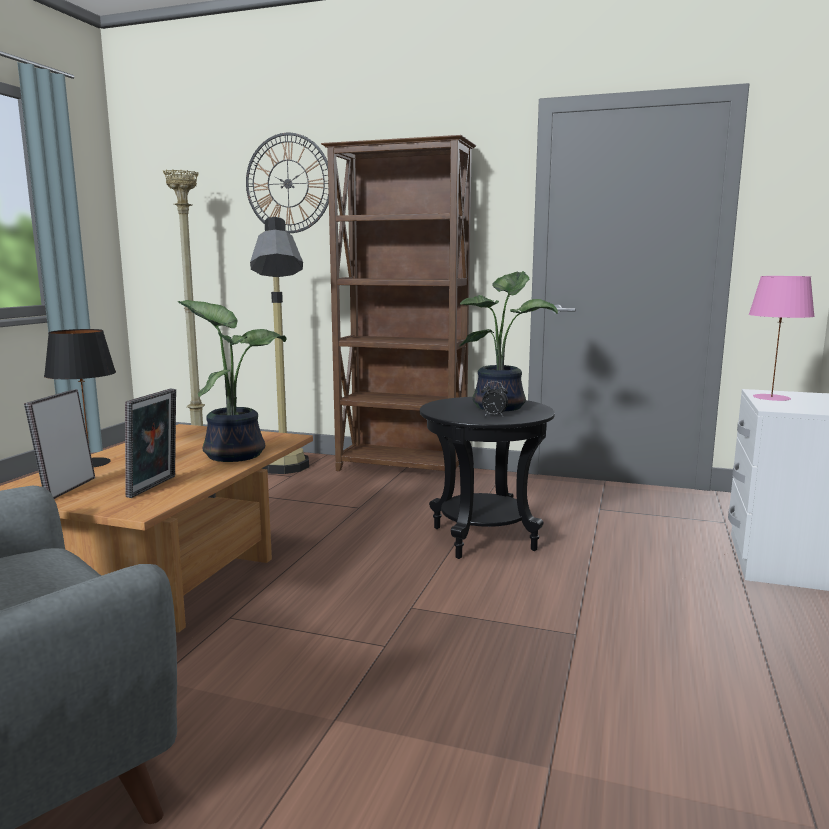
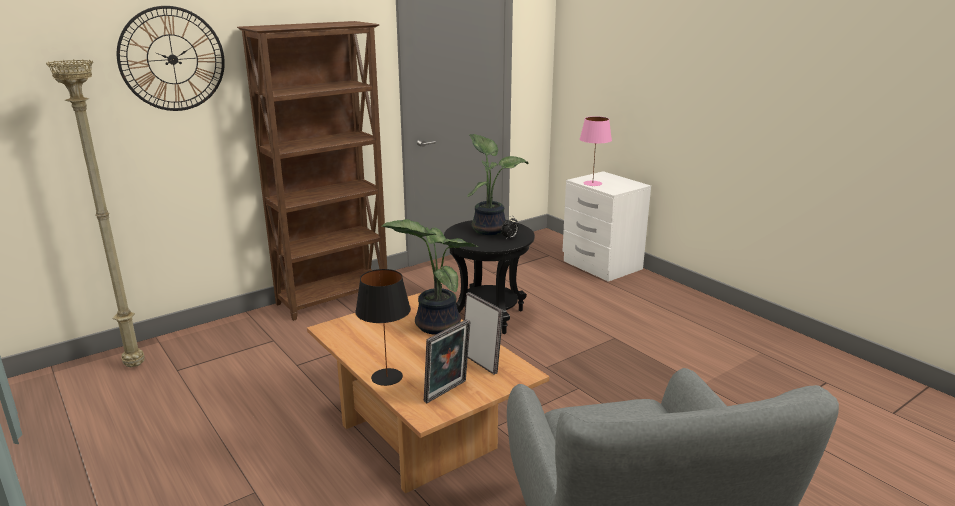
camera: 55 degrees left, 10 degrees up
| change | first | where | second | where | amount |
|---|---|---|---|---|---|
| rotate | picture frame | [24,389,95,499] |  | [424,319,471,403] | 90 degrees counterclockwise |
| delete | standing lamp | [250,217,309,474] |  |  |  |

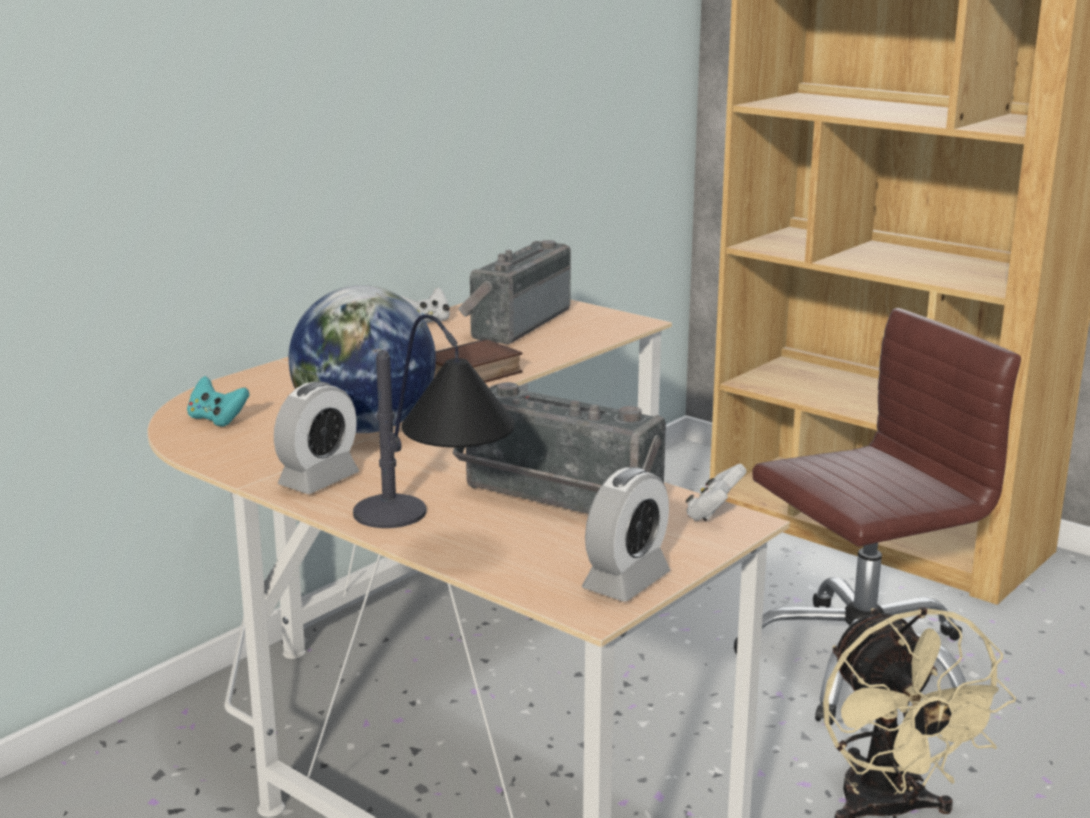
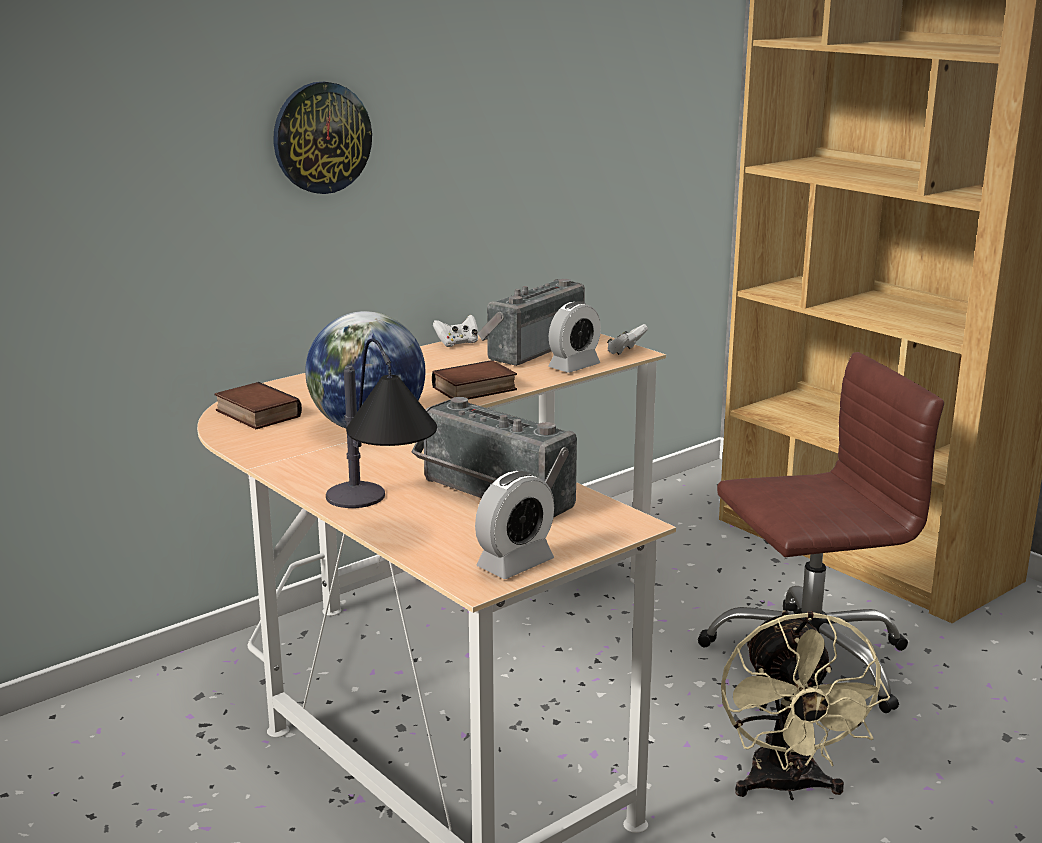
camera: 10 degrees right, 0 degrees up
| change | first | where | second | where | amount |
|---|---|---|---|---|---|
| replace | turquoise-coloured gamepad | [187,376,249,426] | book | [215,382,302,429] |  |
| insert |  |  | hanging clock | [273,82,372,194] |  |
| move | bedside clock | [274,381,359,494] |  | [548,301,601,373] |  |
| move | white-coloured gamepad | [686,464,747,521] |  | [607,324,648,355] |  |

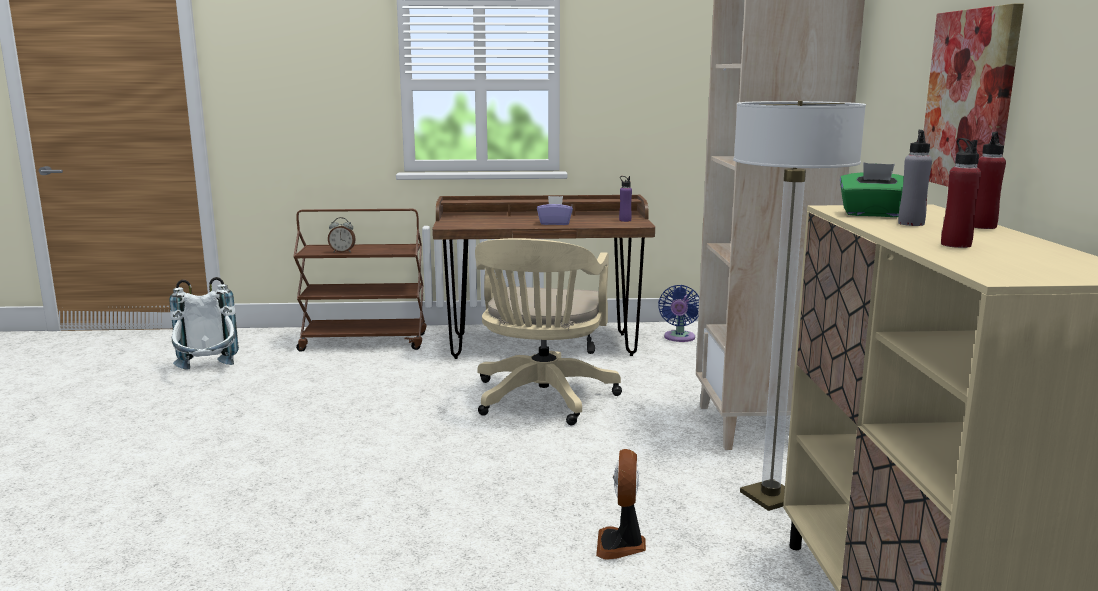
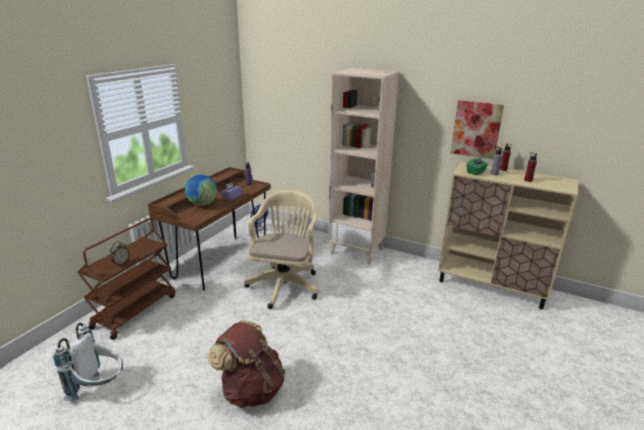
camera: 60 degrees left, 10 degrees up
| change | first | where | second | where | amount |
|---|---|---|---|---|---|
| insert |  |  | desk globe | [185,175,217,206] |  |
| insert |  |  | brownish rucksack | [207,320,286,408] |  |
| rotate | beige-coloured office chair | [475,238,622,425] |  | [244,190,319,309] | 120 degrees counterclockwise |
| delete | cooling fan | [596,449,646,560] |  |  |  |
| delete | standing lamp | [733,101,866,511] |  |  |  |

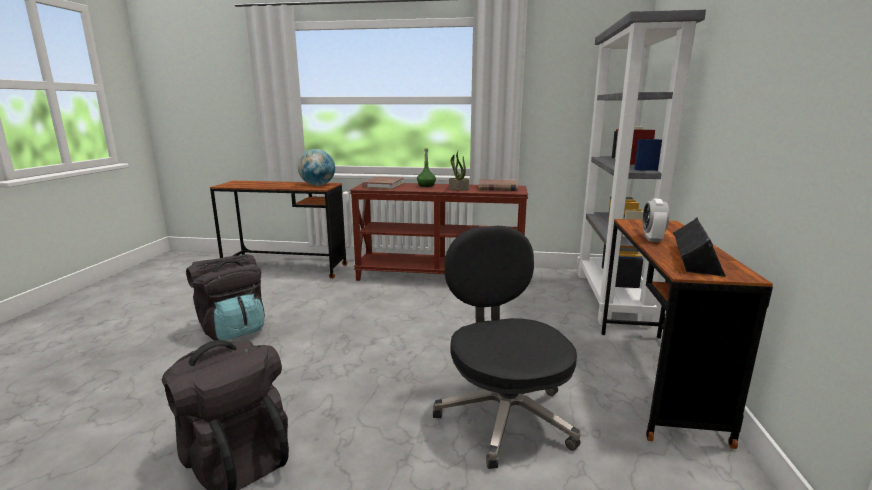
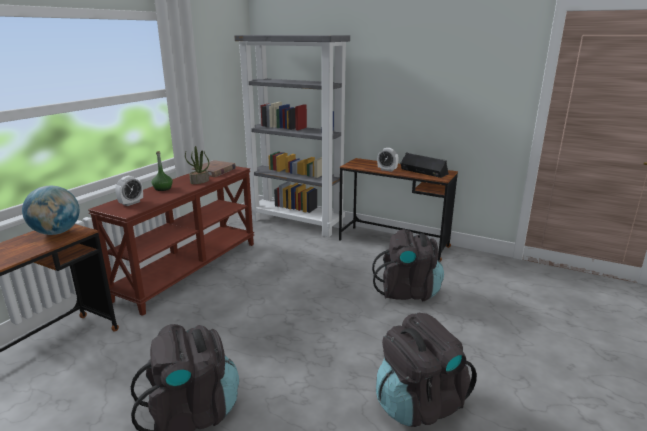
camera: 70 degrees left, 5 degrees up
| change | first | where | second | where | amount |
|---|---|---|---|---|---|
| replace | brownish book | [362,177,404,190] | bedside clock | [115,176,143,206] |  |
| replace | black office chair | [433,226,581,469] | black rucksack | [372,229,444,301] |  |

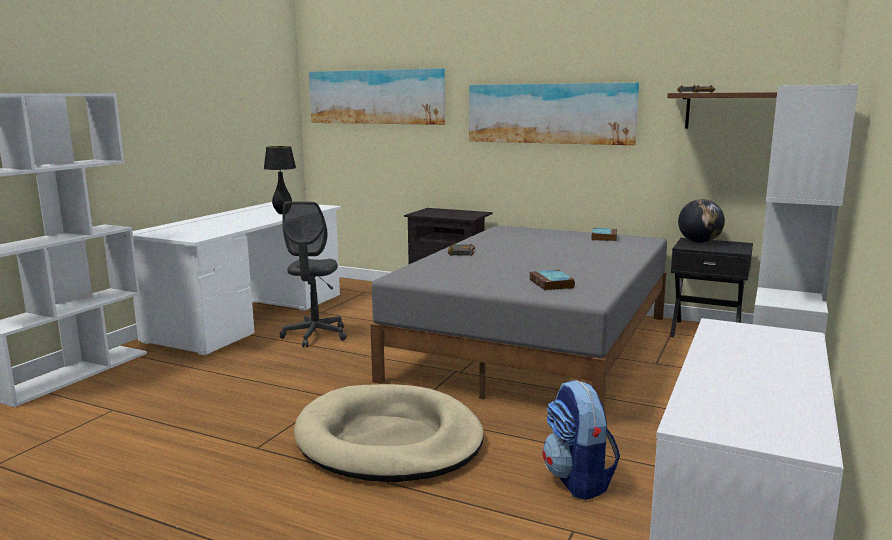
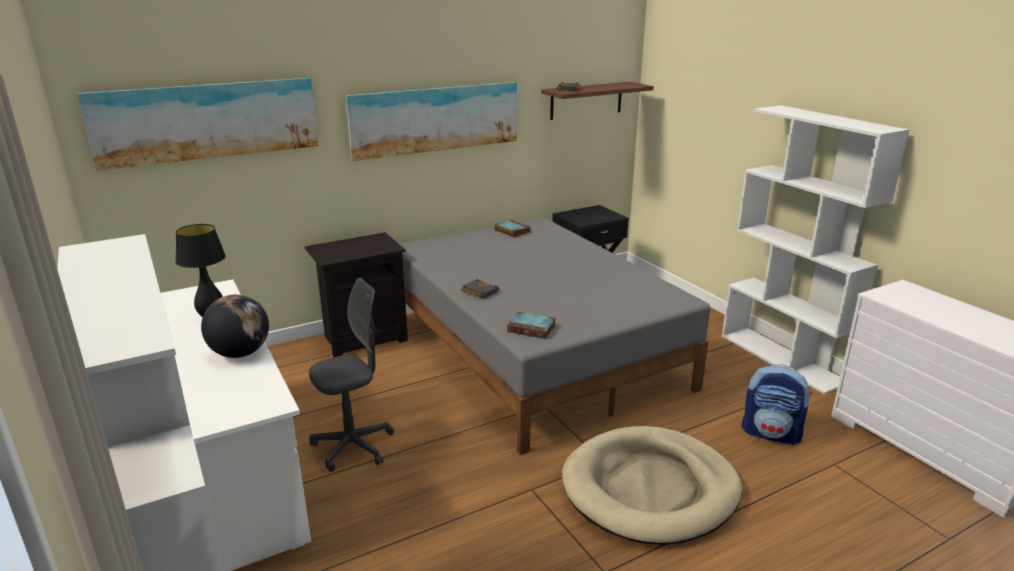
camera: 55 degrees left, 10 degrees up
| change | first | where | second | where | amount |
|---|---|---|---|---|---|
| move | desk globe | [678,199,725,243] |  | [201,295,269,358] |  |
| rotate | greyish office chair | [280,201,347,348] |  | [309,278,394,472] | 75 degrees counterclockwise |
| move | book | [530,270,575,291] |  | [507,312,556,339] |  |

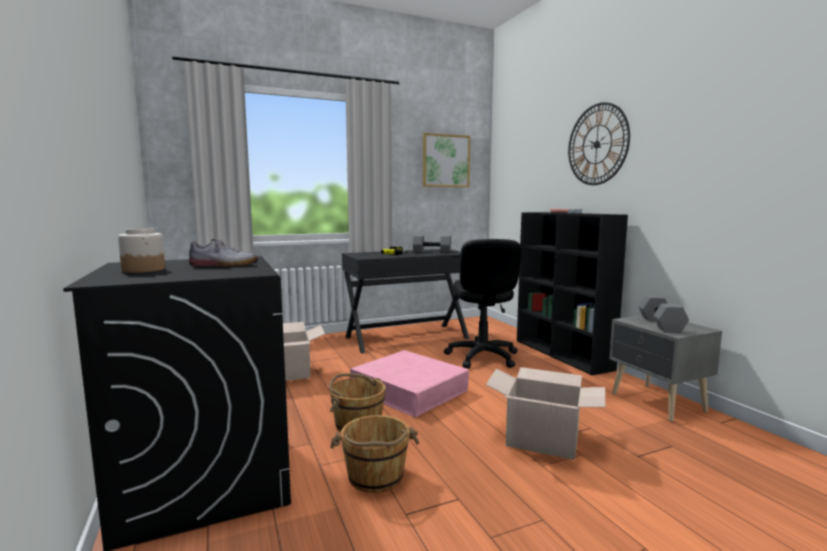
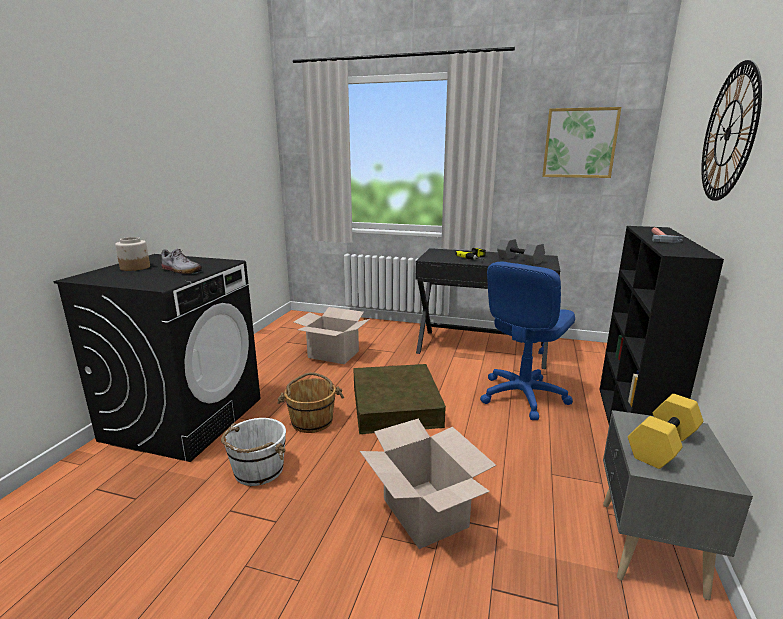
camera: 40 degrees right, 10 degrees up
| change | first | where | second | where | amount |
|---|---|---|---|---|---|
| recolor | brownish water bucket | [330,415,419,493] | white-coloured water bucket | [221,418,286,486] |  |
| recolor | pink-coloured storage box | [350,350,469,417] | brownish storage box | [353,364,446,434] |  |
| recolor | black office chair | [444,239,522,369] | bluish office chair | [480,262,575,420] |  |
| recolor | greyish dumbbell | [638,295,689,333] | yellow-coloured dumbbell | [628,394,704,469] |  |

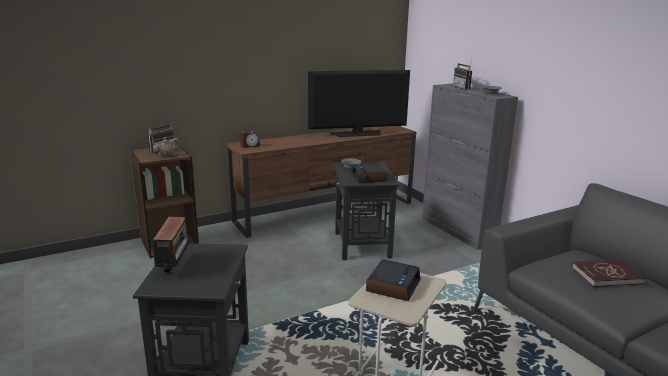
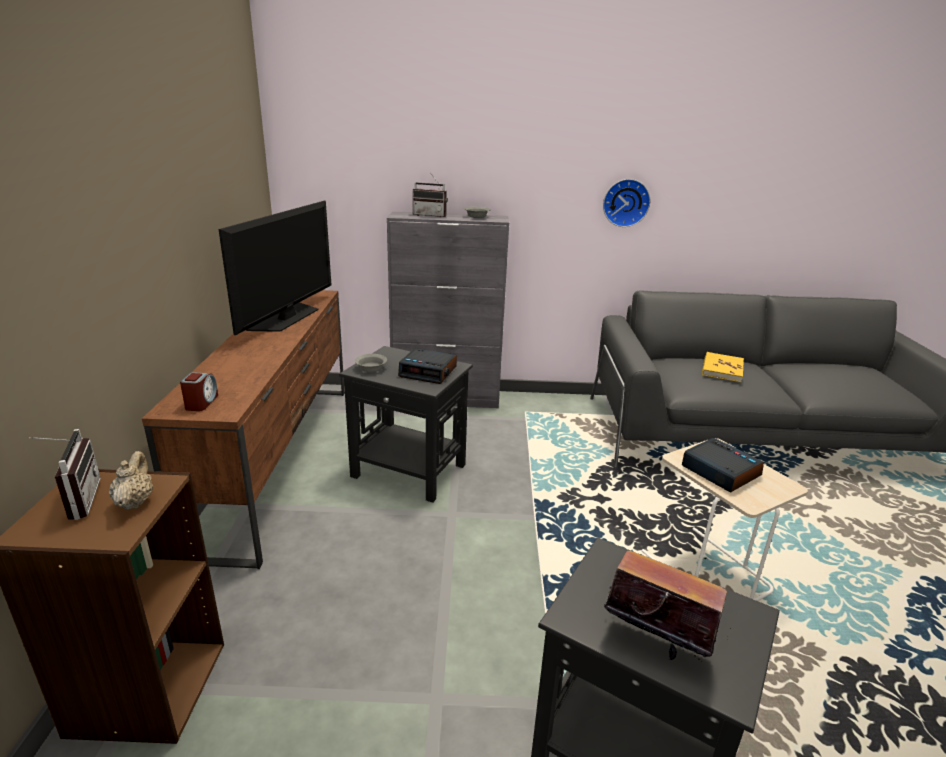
camera: 60 degrees left, 5 degrees up
| change | first | where | second | where | amount |
|---|---|---|---|---|---|
| insert |  |  | hanging clock | [603,179,650,227] |  |
| recolor | red-coloured book | [571,259,645,287] | yellow-coloured book | [702,352,744,382] |  |

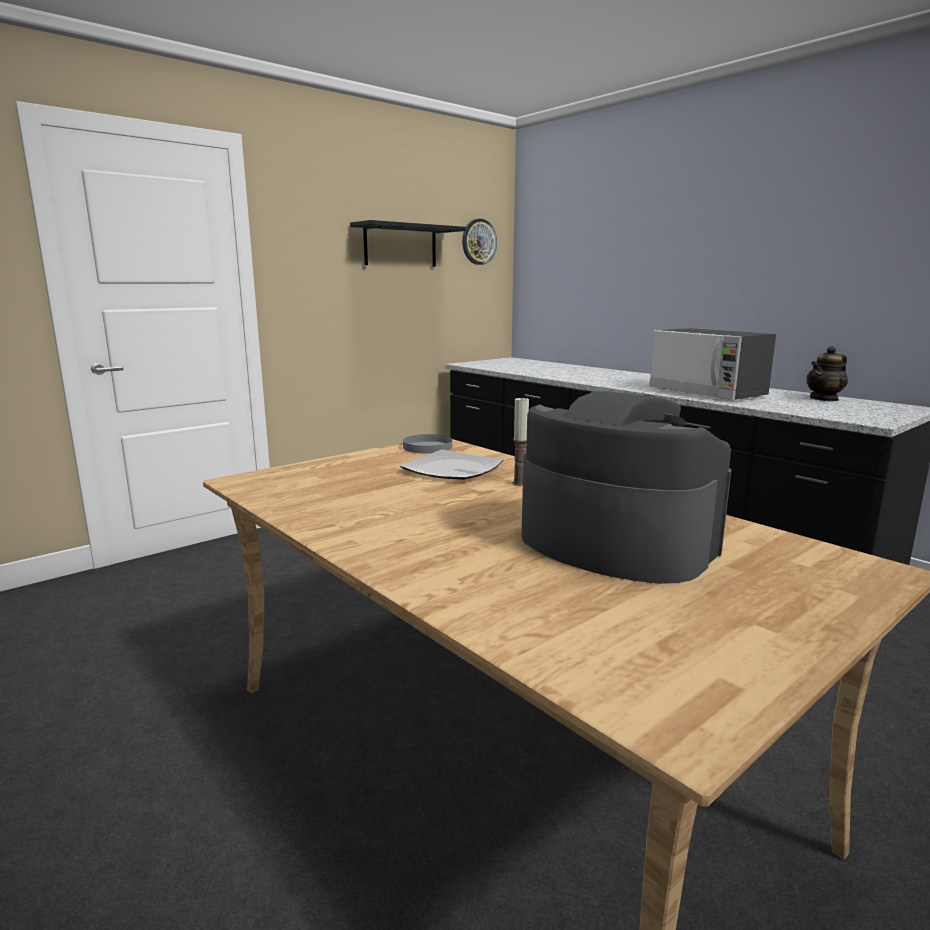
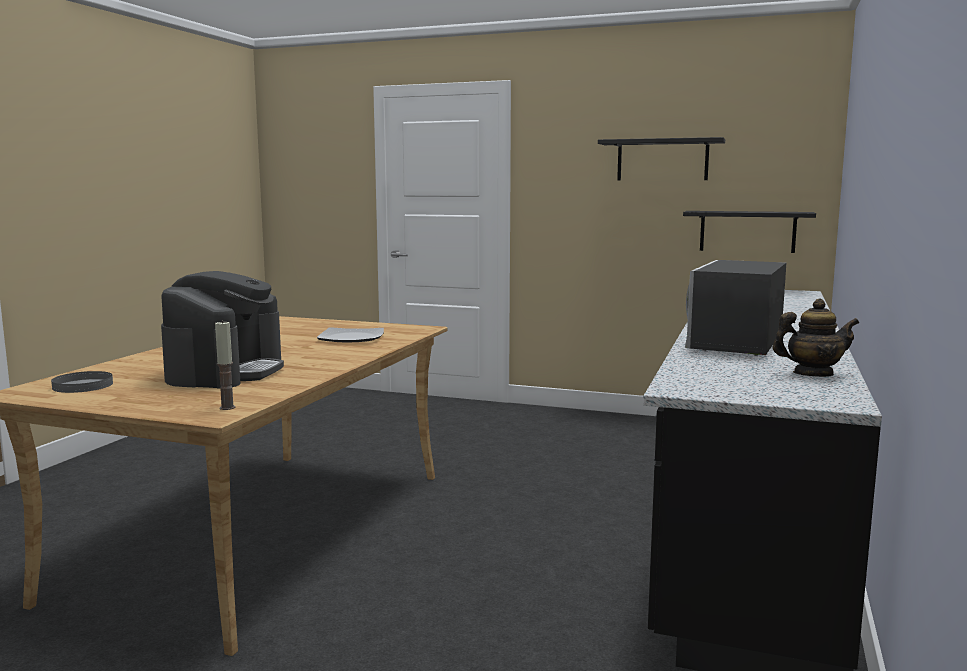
camera: 60 degrees right, 5 degrees down
| change | first | where | second | where | amount |
|---|---|---|---|---|---|
| move | greyish dinner plate | [403,434,452,454] |  | [51,371,113,393] |  |
| move | wax light | [512,396,529,486] |  | [215,320,235,410] |  |
| insert |  |  | black wall shelf | [683,211,816,253] |  |
| rotate | pot for tea | [806,346,848,401] |  | [773,299,860,377] | 150 degrees clockwise |
| delete | hanging clock | [462,219,497,265] |  |  |  |

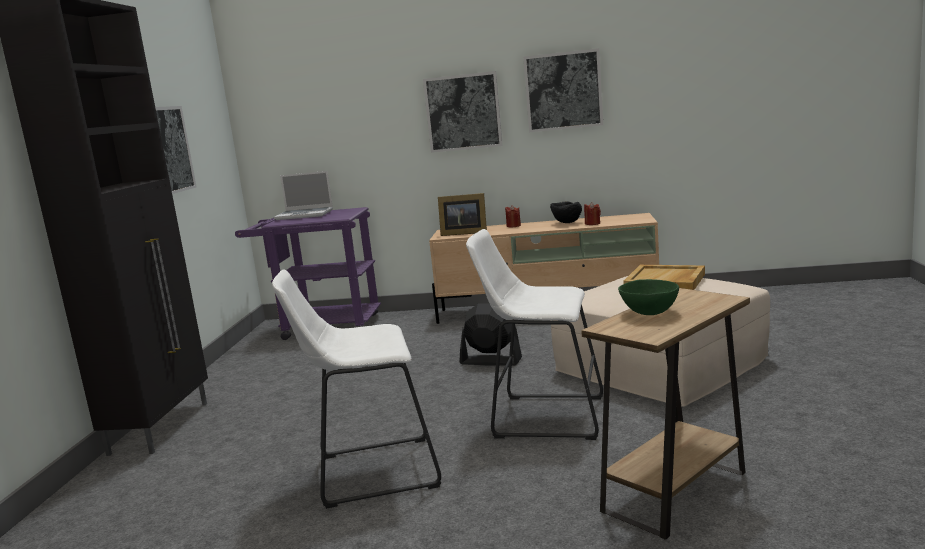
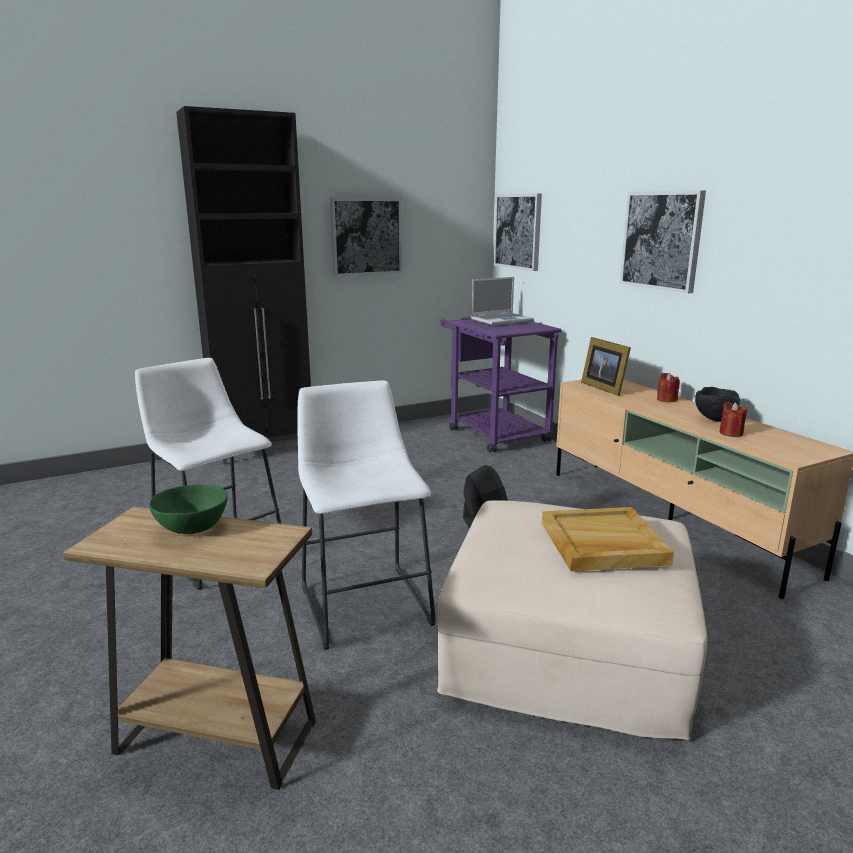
camera: 55 degrees right, 5 degrees up
| change | first | where | second | where | amount |
|---|---|---|---|---|---|
| rotate | laptop | [274,171,333,220] |  | [471,277,534,326] | 90 degrees counterclockwise |
| move | picture | [523,48,603,132] |  | [494,194,542,271] |  |

